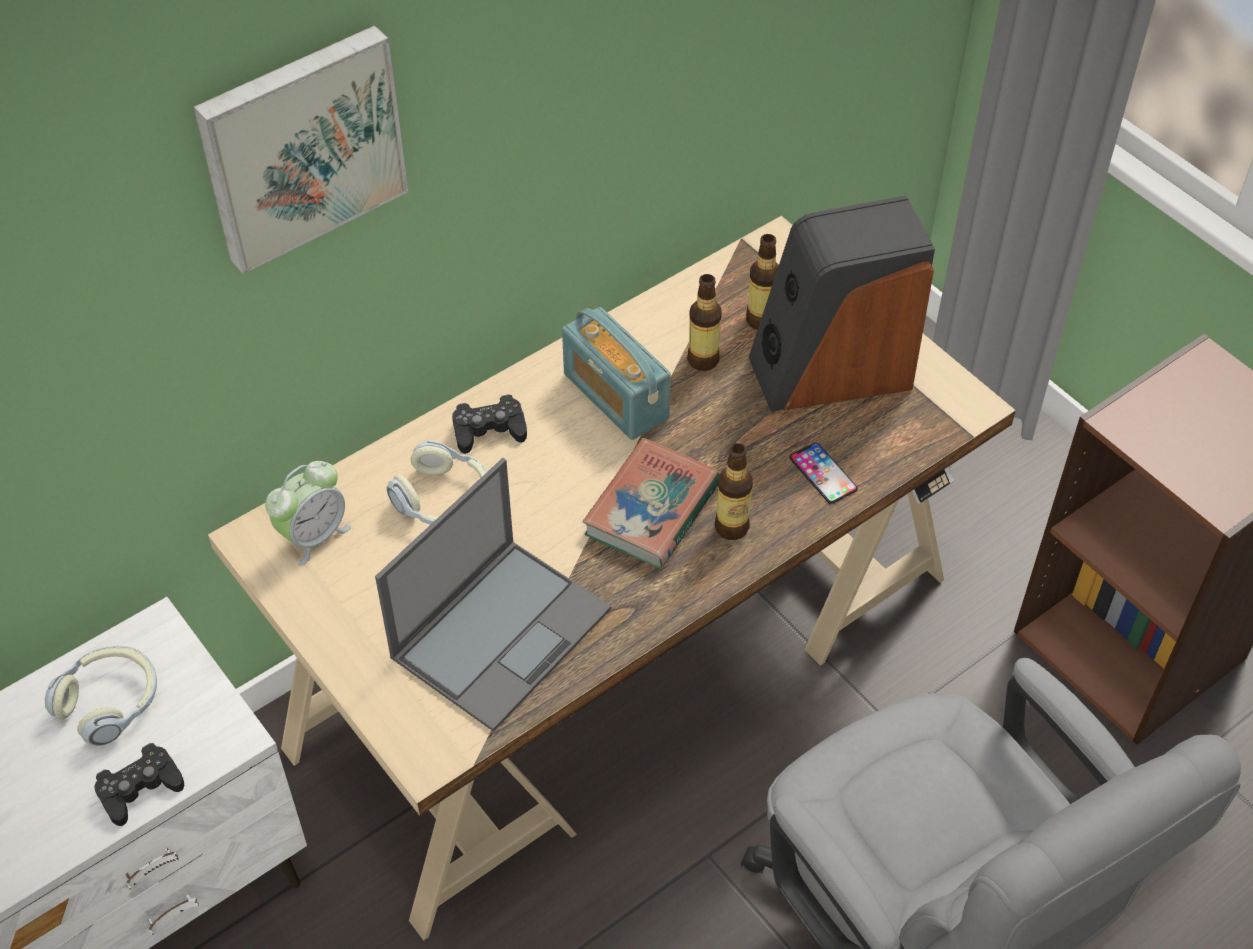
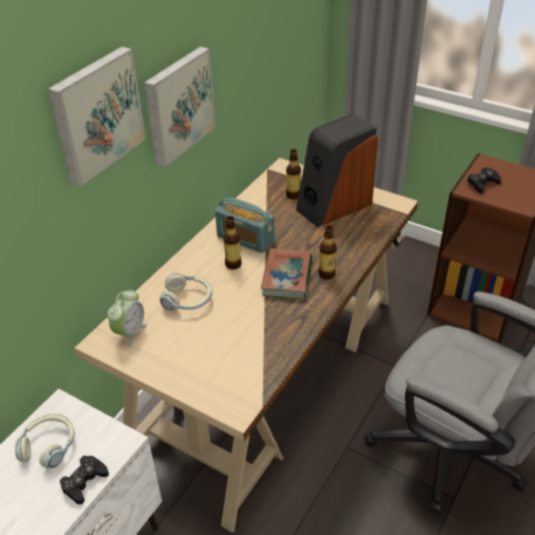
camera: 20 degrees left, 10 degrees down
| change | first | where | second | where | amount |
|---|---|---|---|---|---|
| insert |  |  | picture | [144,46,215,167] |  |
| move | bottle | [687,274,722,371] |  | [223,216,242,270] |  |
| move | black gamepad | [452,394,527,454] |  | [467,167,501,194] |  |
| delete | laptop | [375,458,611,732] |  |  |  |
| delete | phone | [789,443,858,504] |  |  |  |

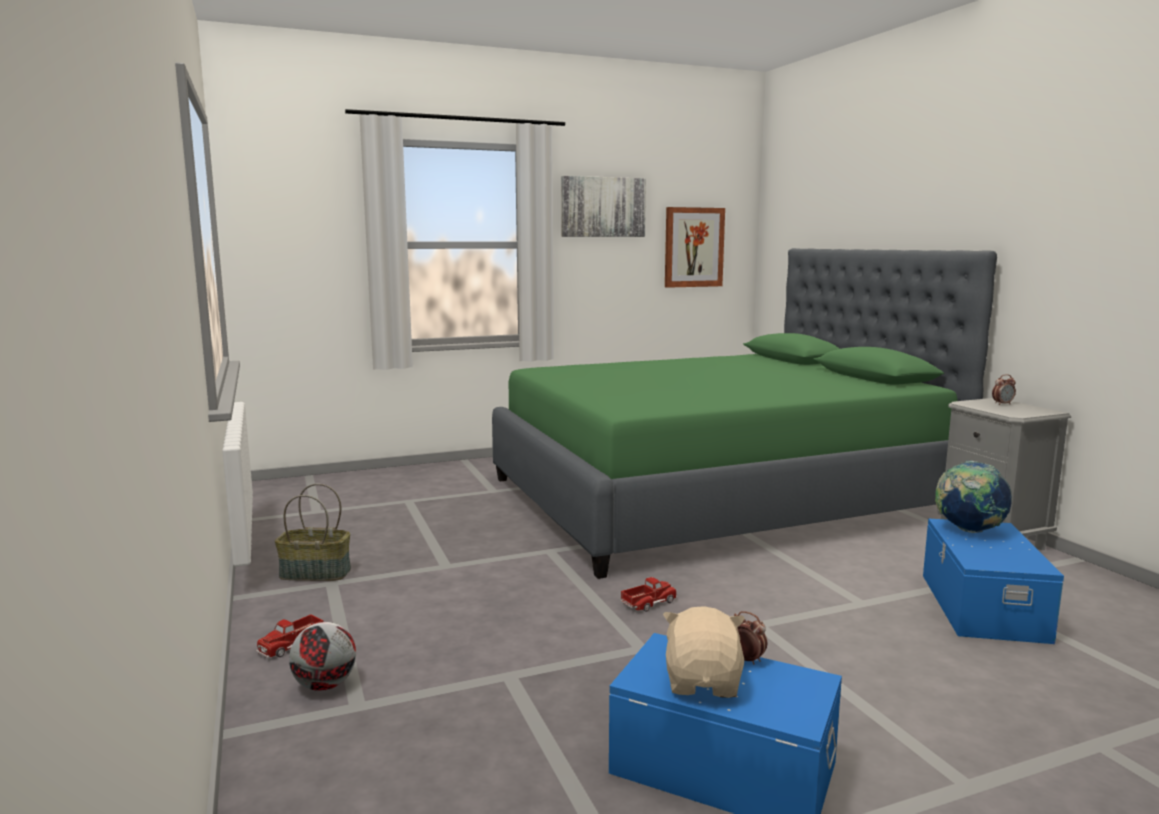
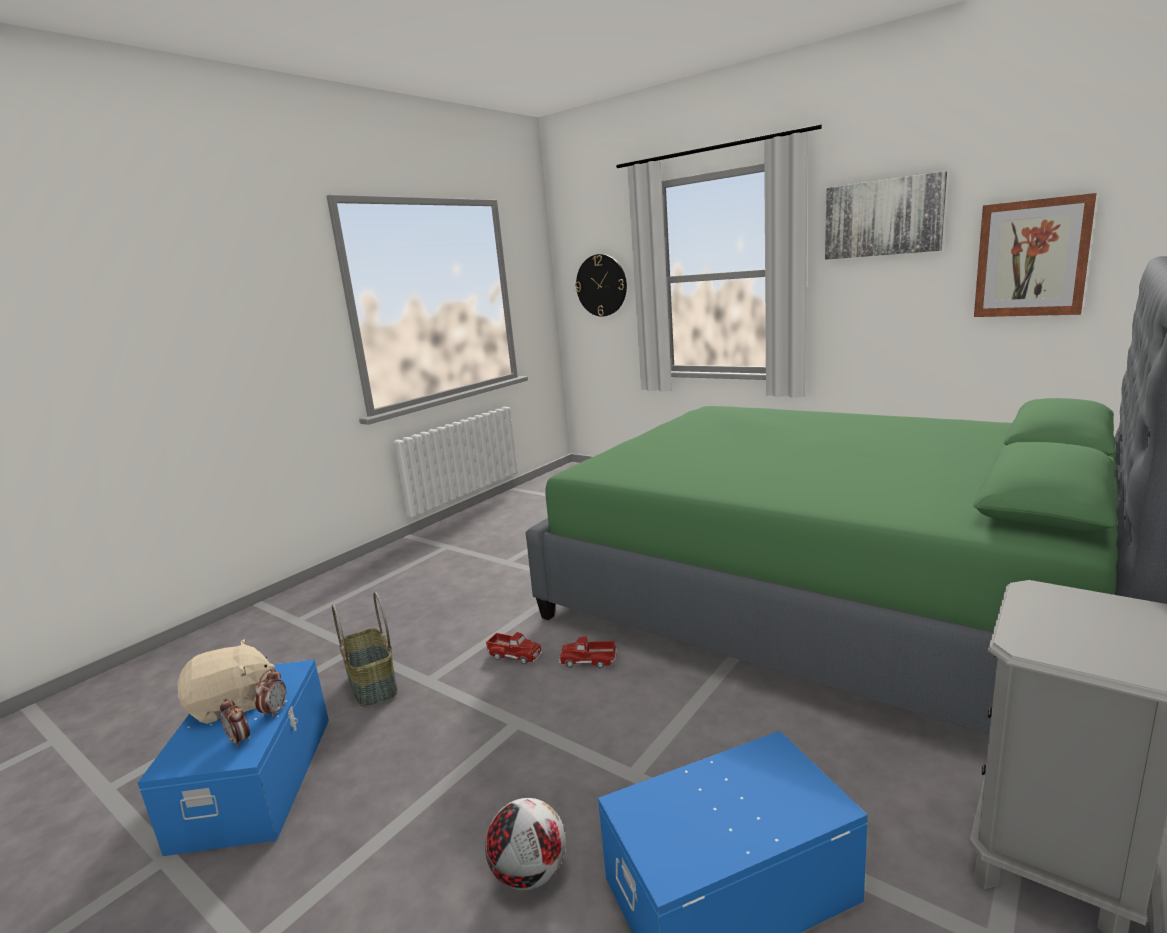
camera: 60 degrees right, 5 degrees up
| change | first | where | second | where | amount |
|---|---|---|---|---|---|
| move | bedside clock | [992,374,1016,405] |  | [220,698,250,748] |  |
| move | household basket | [275,483,351,581] |  | [332,592,397,707] |  |
| move | ball for football | [289,622,356,691] |  | [485,798,566,890] |  |
| move | toy truck | [256,614,323,658] |  | [559,637,617,668] |  |
| insert |  |  | hanging clock | [575,254,627,316] |  |
| delete | desk globe | [935,461,1012,533] |  |  |  |

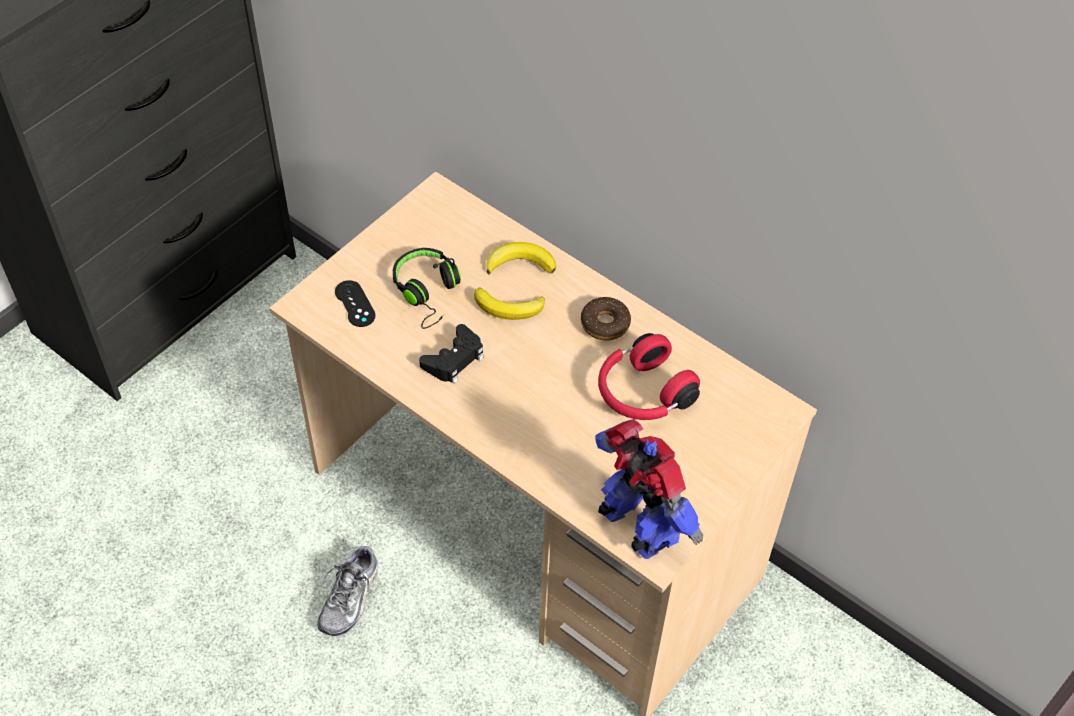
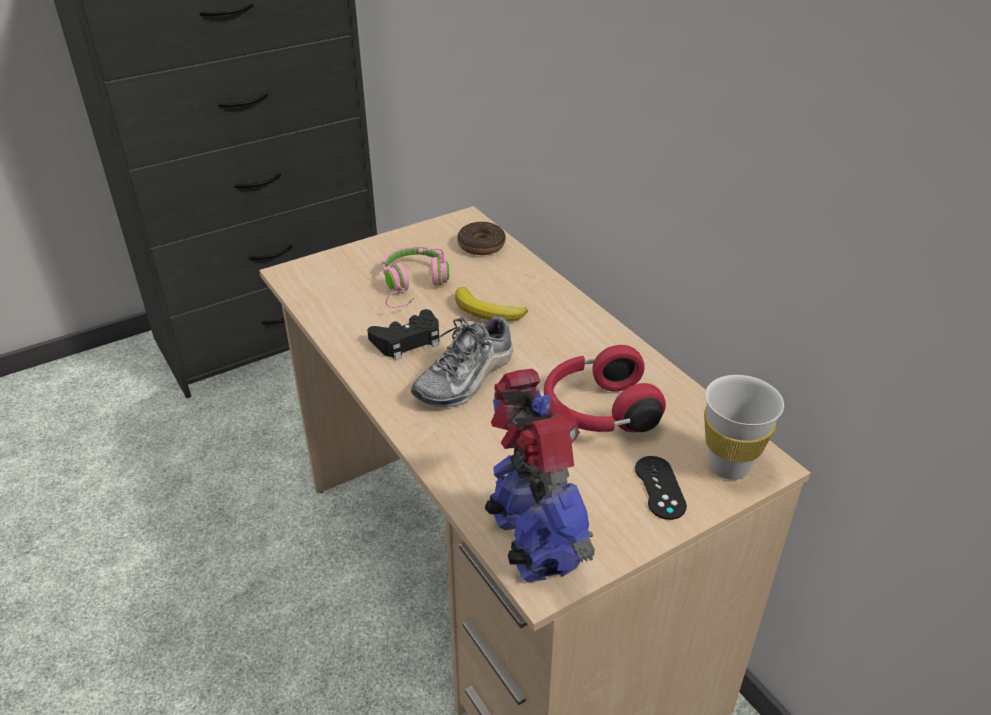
camera: 20 degrees right, 15 degrees down
| change | first | where | second | where | amount |
|---|---|---|---|---|---|
| recolor | black headphones | [393,248,461,329] | pink-coloured headphones | [382,246,449,308] |  |
| move | item of footwear | [317,543,378,636] |  | [411,313,513,407] |  |
| move | ring doughnut | [581,297,631,341] |  | [457,221,506,255] |  |
| move | black gamepad | [335,280,376,327] |  | [635,456,687,520] |  |
| insert |  |  | white-coloured drinking cup | [704,375,784,480] |  |
| delete | whole banana | [487,242,556,275] |  |  |  |

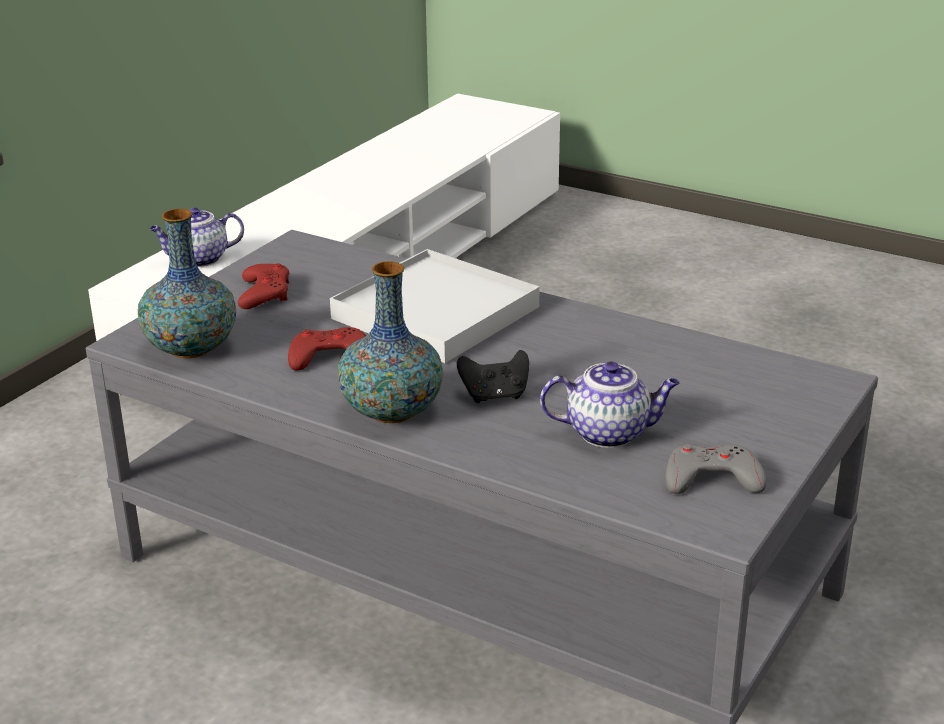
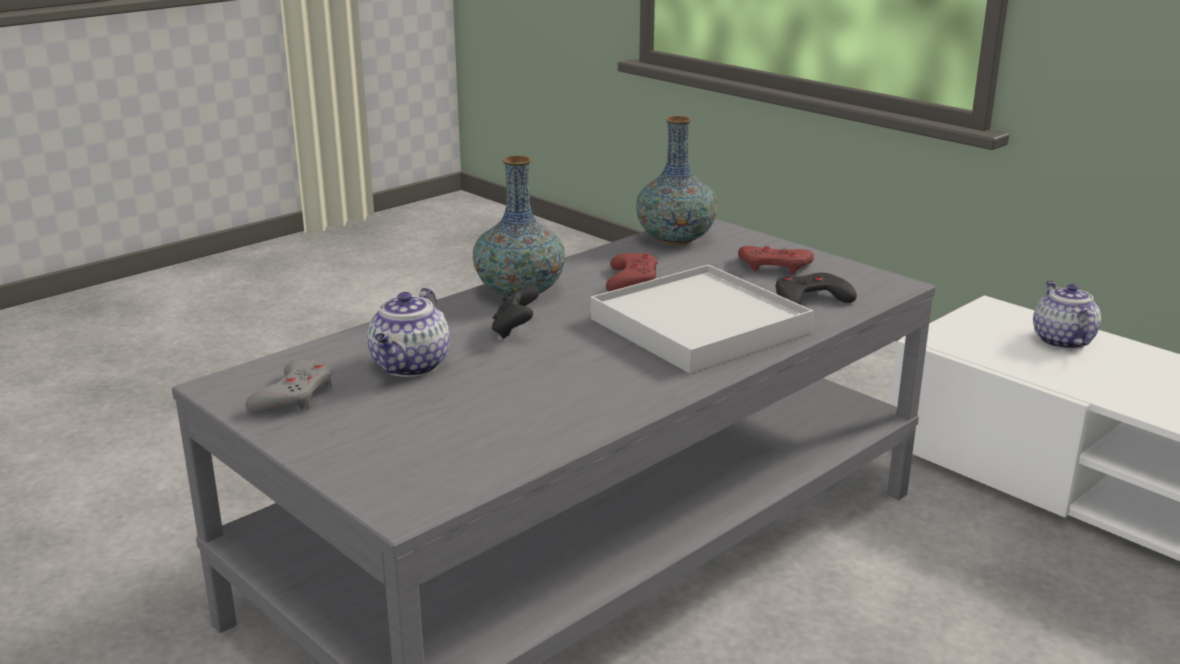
camera: 105 degrees right, 5 degrees down
| change | first | where | second | where | amount |
|---|---|---|---|---|---|
| insert |  |  | black gamepad | [776,273,857,304] |  |

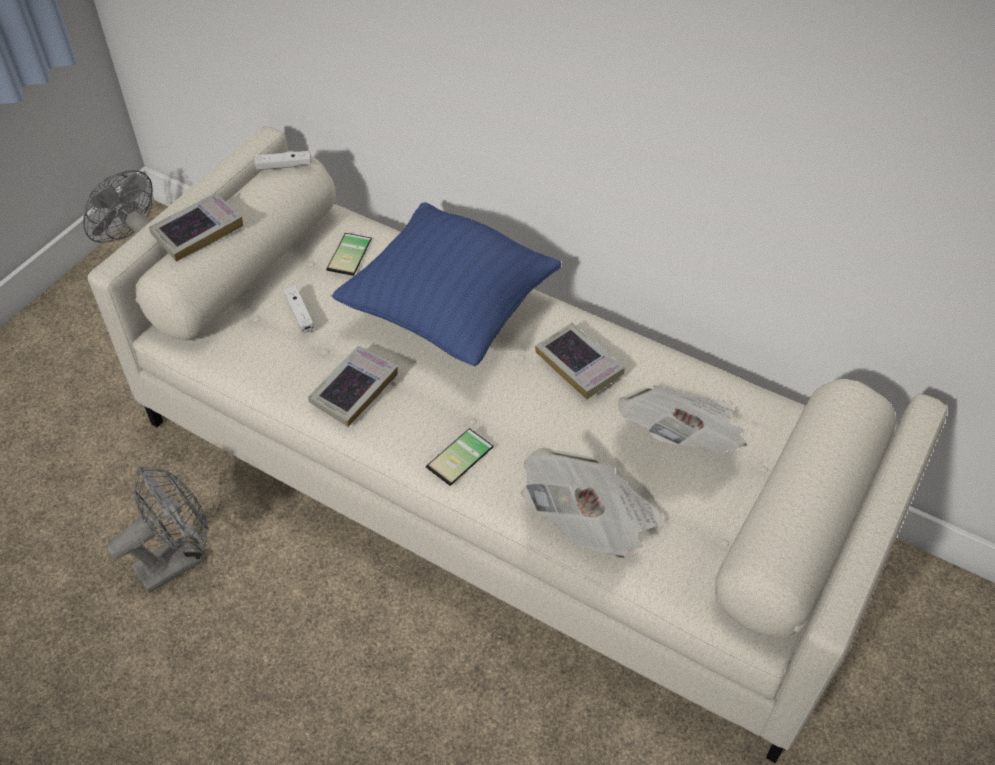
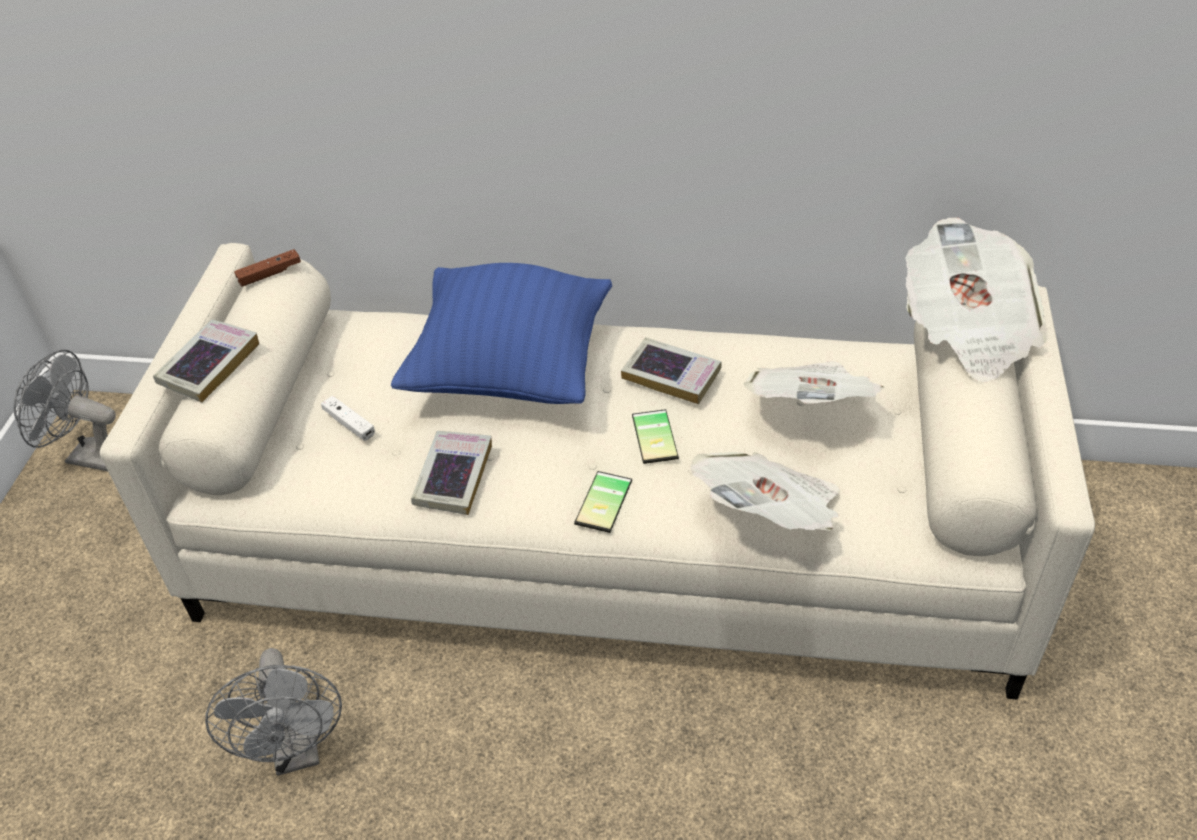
camera: 20 degrees left, 5 degrees down
| change | first | where | second | where | amount |
|---|---|---|---|---|---|
| rotate | greyish cooling fan | [107,466,209,593] |  | [205,648,342,776] | 135 degrees clockwise |
| recolor | white-coloured gamepad | [254,151,311,170] | brownish gamepad | [234,249,301,287] |  |
| move | phone | [326,233,372,276] |  | [632,409,679,464] |  |
| insert |  |  | daily paper | [905,217,1047,383] |  |

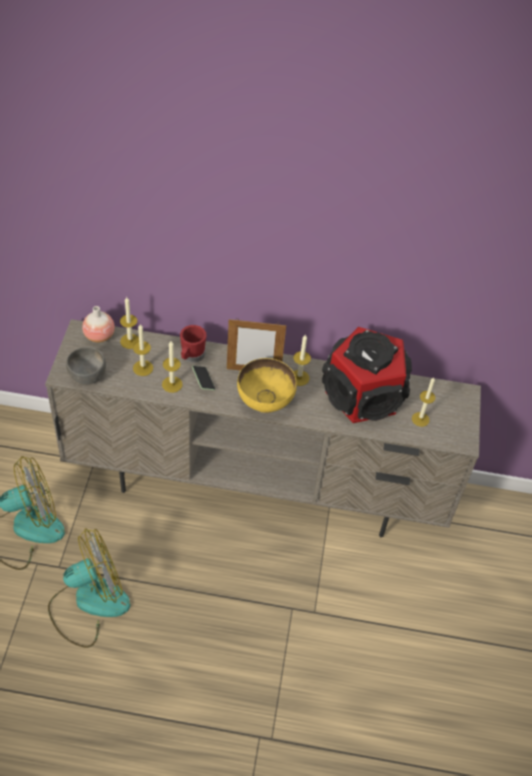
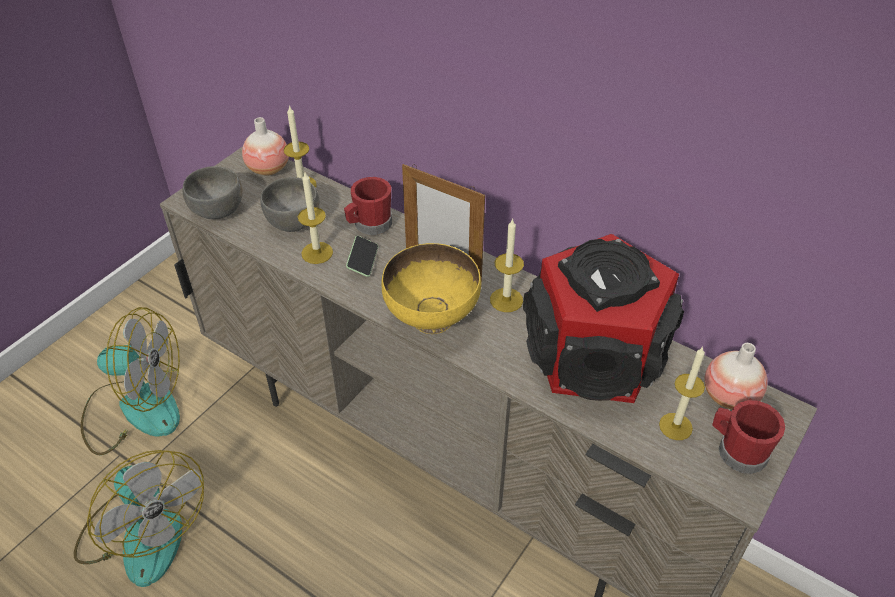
camera: 30 degrees right, 5 degrees down
| change | first | where | second | where | amount |
|---|---|---|---|---|---|
| rotate | cooling fan | [48,528,131,648] |  | [74,450,204,587] | 45 degrees clockwise |
| replace | wax light | [133,324,153,376] | greyish bowl | [260,177,320,232] |  |
| insert |  |  | vase | [704,343,768,410] |  |
| insert |  |  | red-coloured mug | [712,400,785,474] |  |

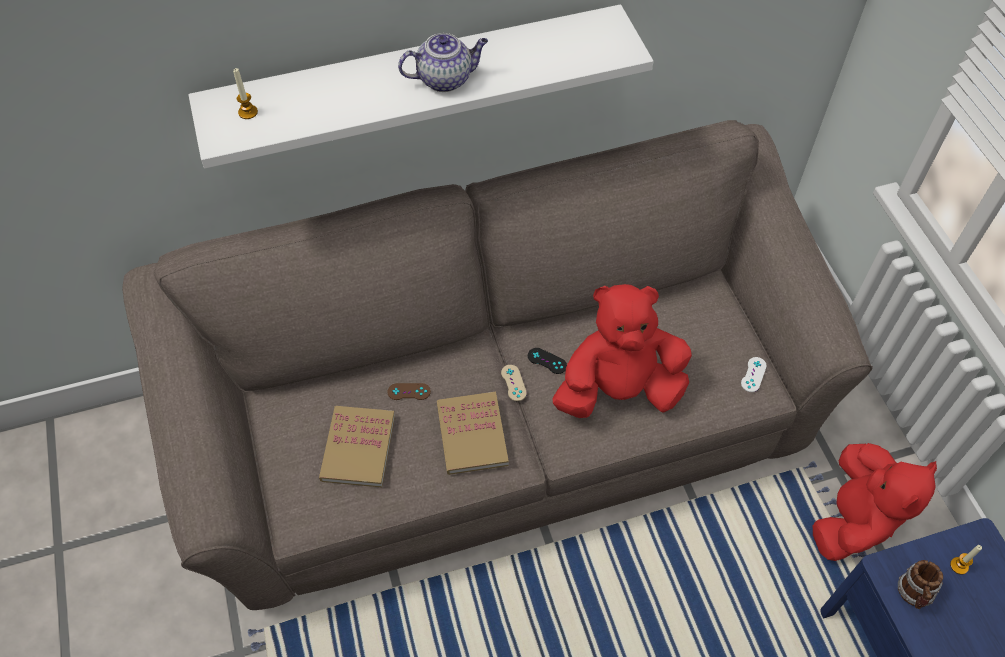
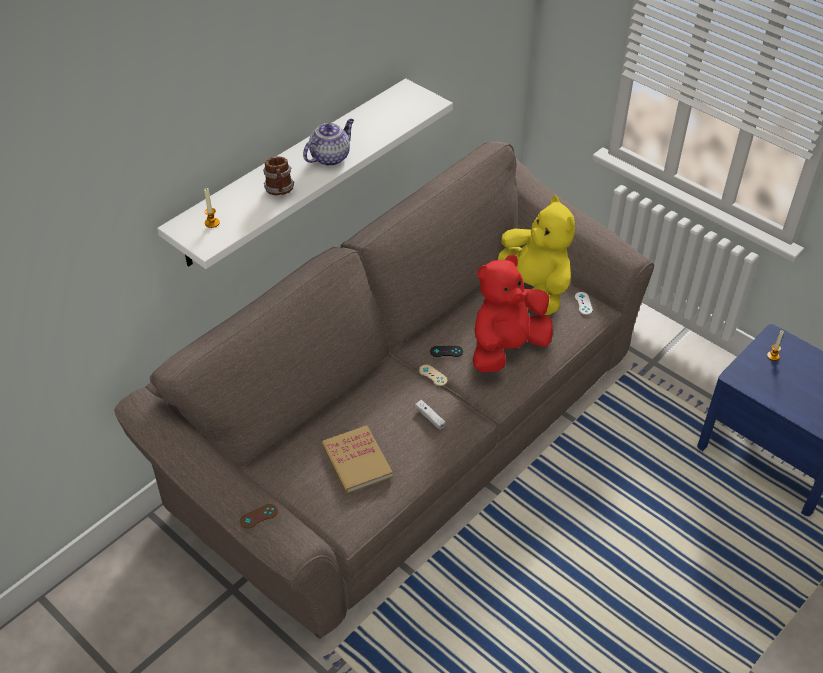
camera: 30 degrees left, 10 degrees down
| change | first | where | second | where | amount |
|---|---|---|---|---|---|
| move | brownish gamepad | [387,383,431,400] |  | [240,504,278,529] |  |
| move | mug | [898,560,943,609] |  | [263,156,295,195] |  |
| replace | book | [437,392,509,475] | white-coloured gamepad | [415,400,446,430] |  |
| insert |  |  | yellow-coloured cuddly toy | [498,196,575,315] |  |
| delete | red-coloured cuddly toy | [813,443,937,561] |  |  |  |

